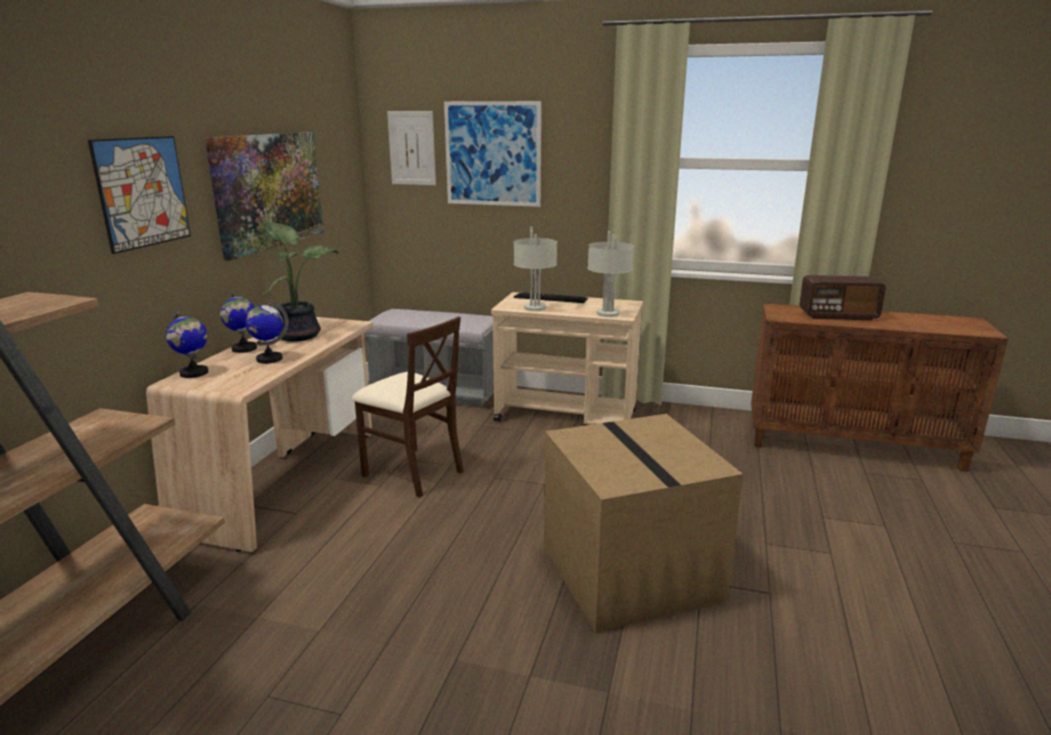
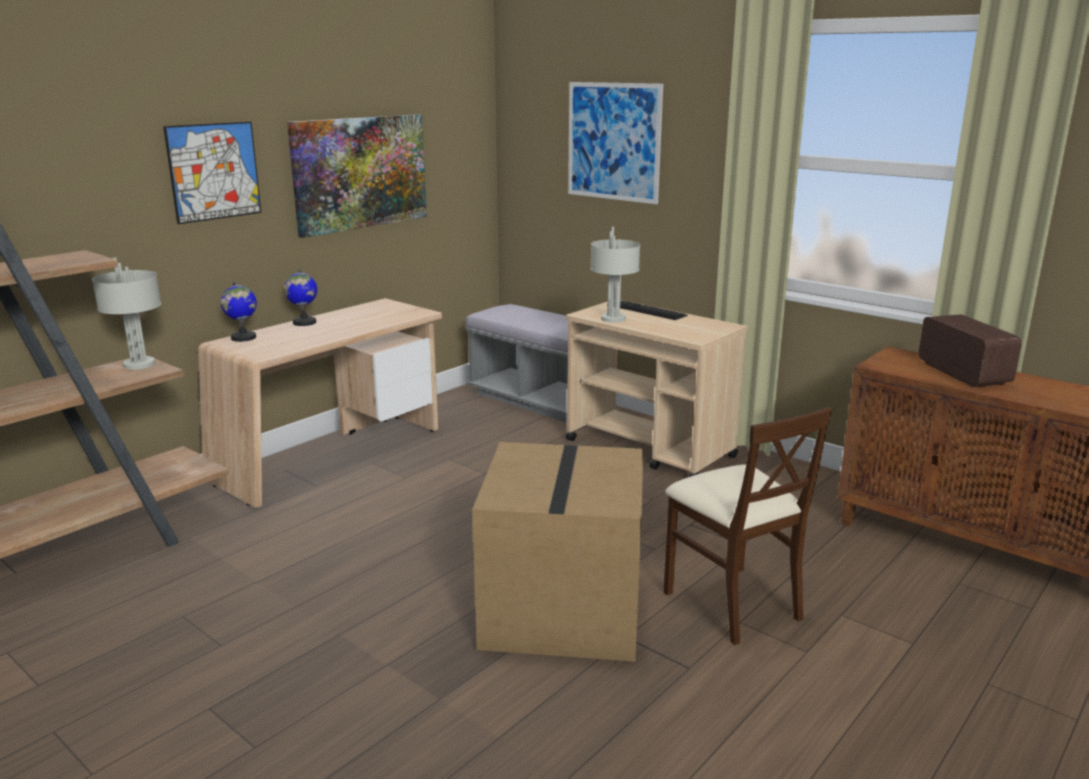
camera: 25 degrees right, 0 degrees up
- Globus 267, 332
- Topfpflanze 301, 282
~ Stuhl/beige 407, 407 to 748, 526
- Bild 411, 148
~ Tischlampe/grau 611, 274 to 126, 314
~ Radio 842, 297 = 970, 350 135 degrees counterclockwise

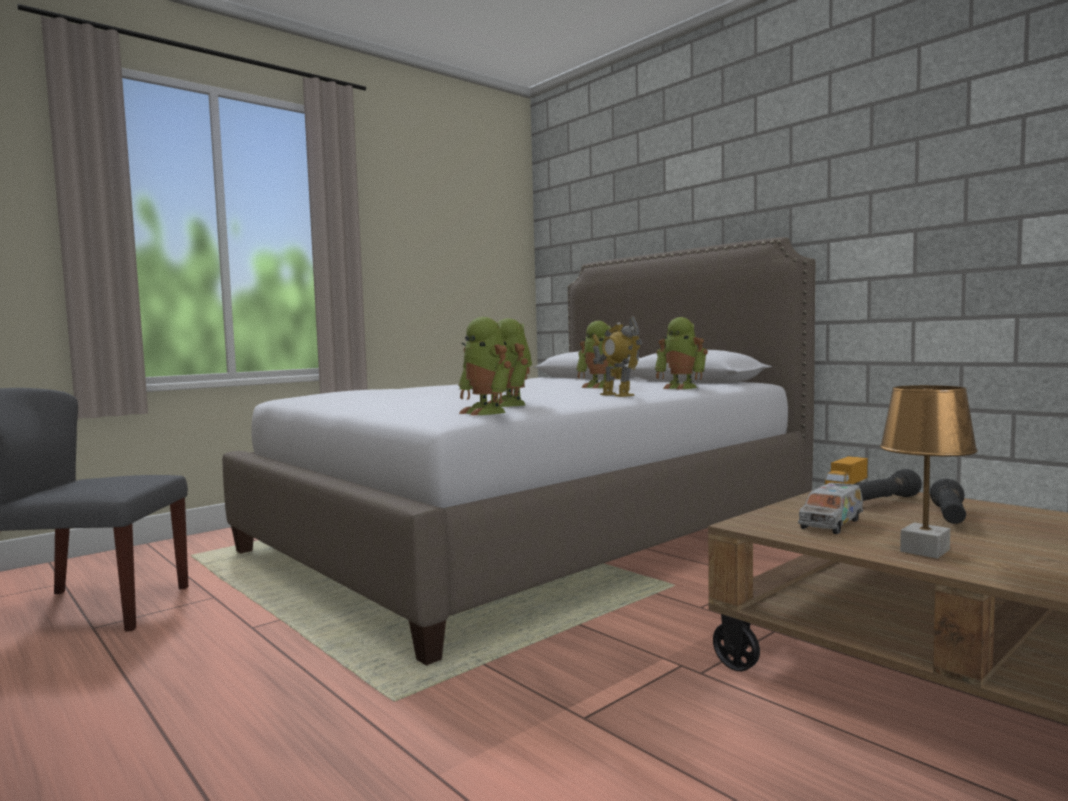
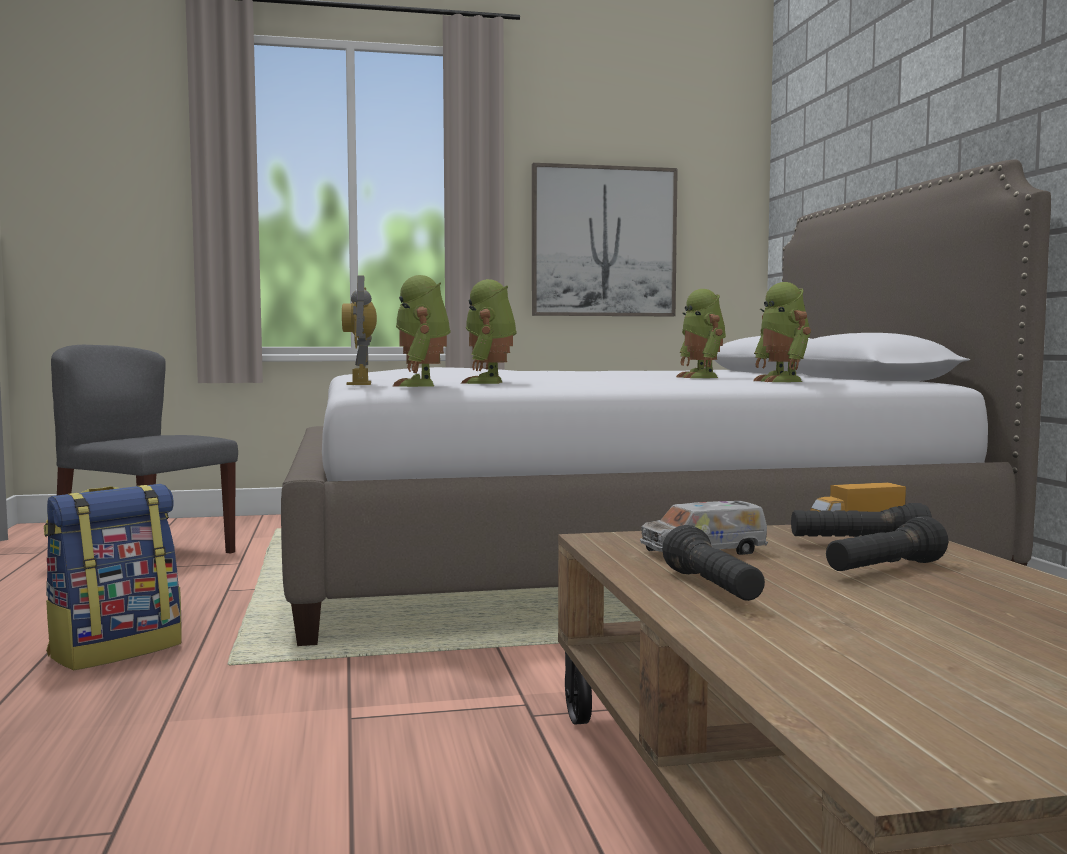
camera: 30 degrees right, 0 degrees up
~ Spielzeugroboter 617, 356 to 359, 330
~ Tischlampe/braun 929, 472 to Taschenlampe/schwarz 713, 563
+ Rucksack 112, 577
+ Bild 605, 239

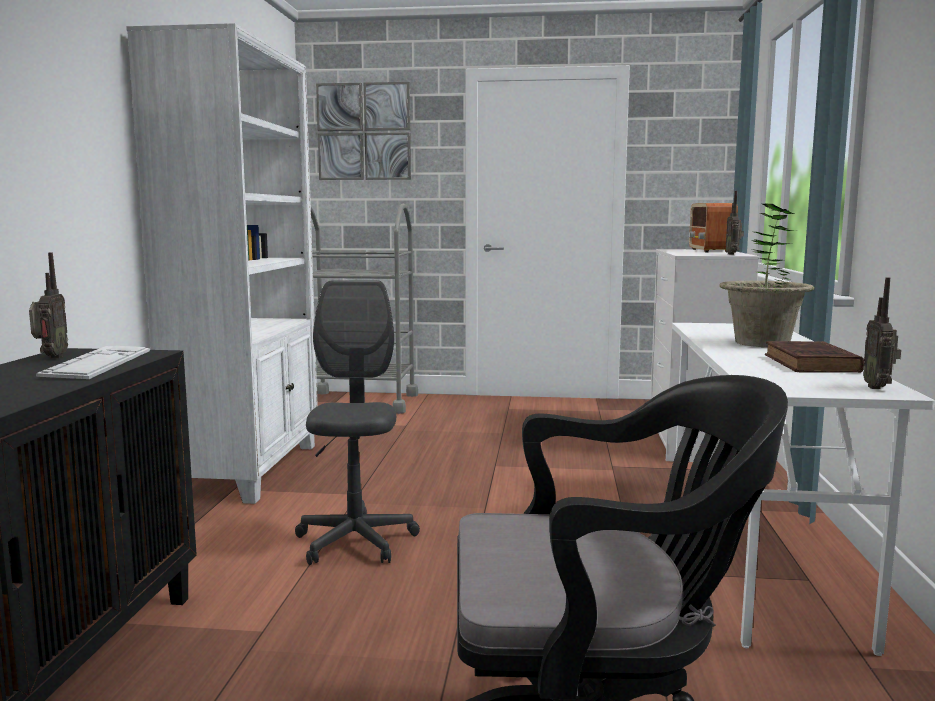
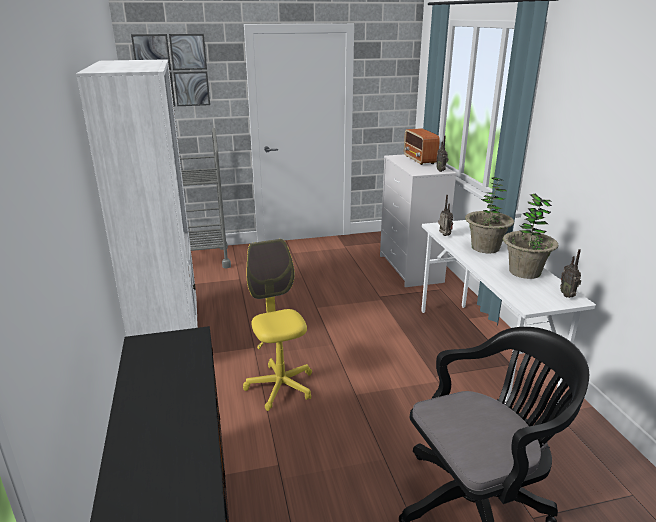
camera: 20 degrees left, 15 degrees up
~ Radio 48, 305 to 445, 215
- Tastatur 93, 362
~ Bürostuhl/grau 357, 422 to Bürostuhl/gelb 277, 325
~ Buch/braun 814, 357 to Topfpflanze 531, 236

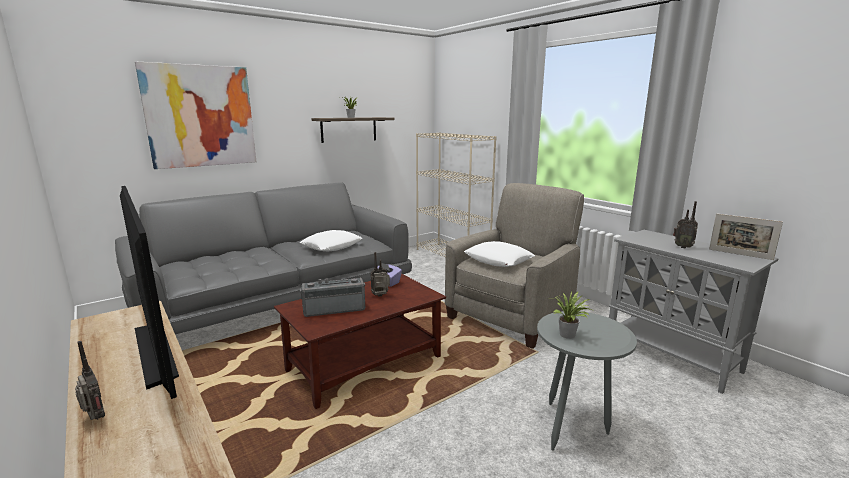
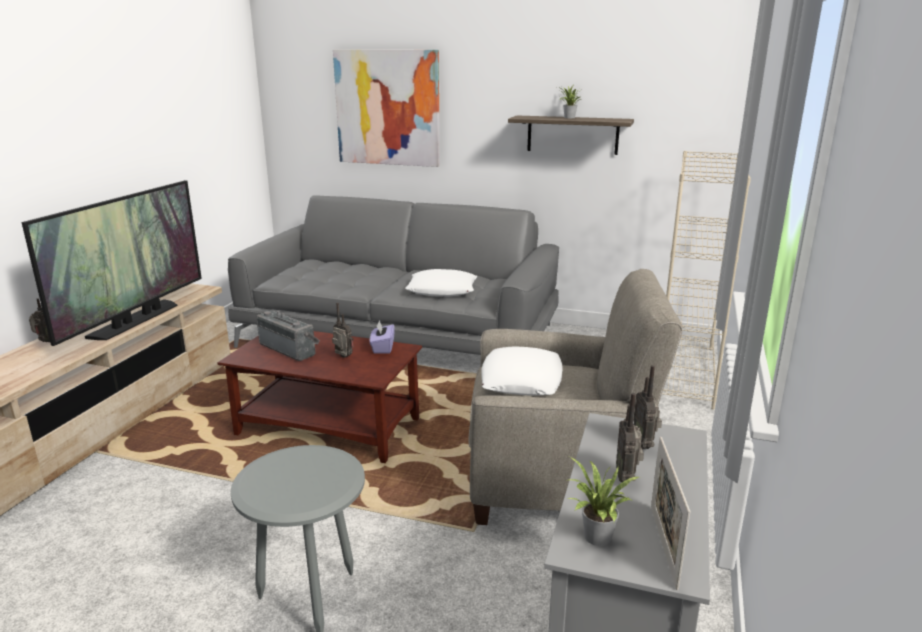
camera: 55 degrees right, 5 degrees up
~ Topfpflanze 573, 315 to 602, 501
+ Radio 647, 407

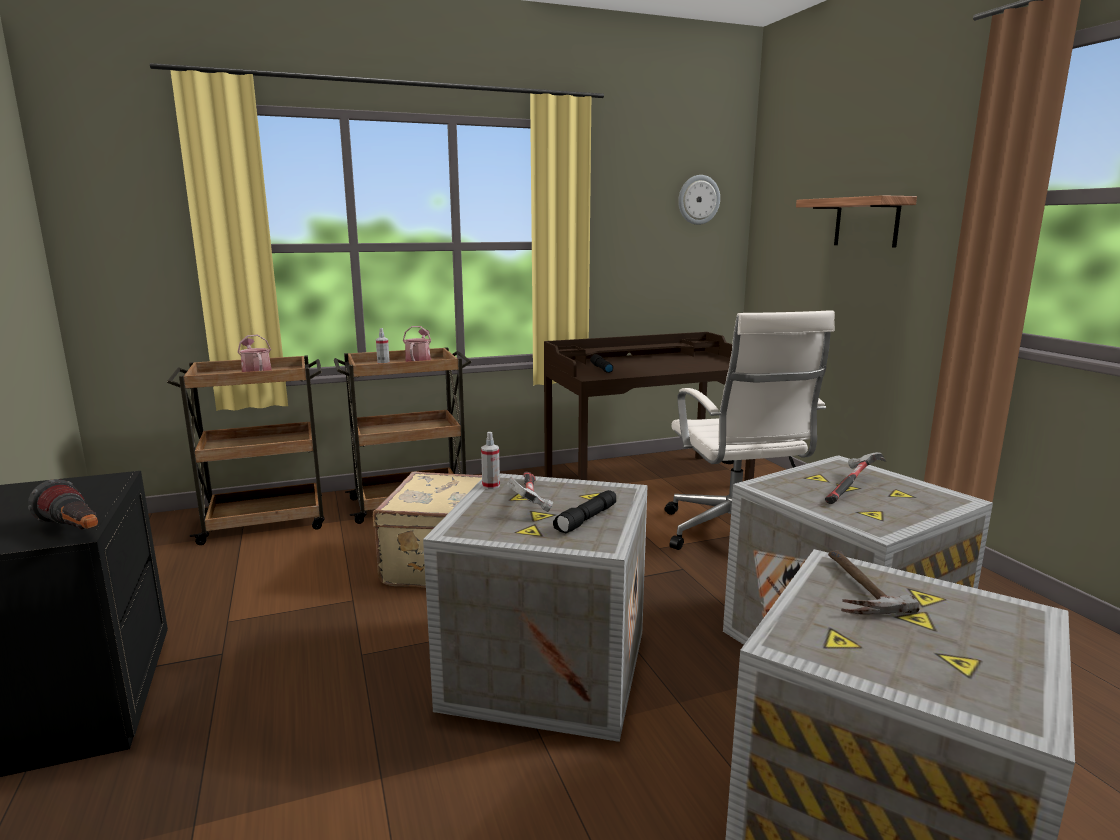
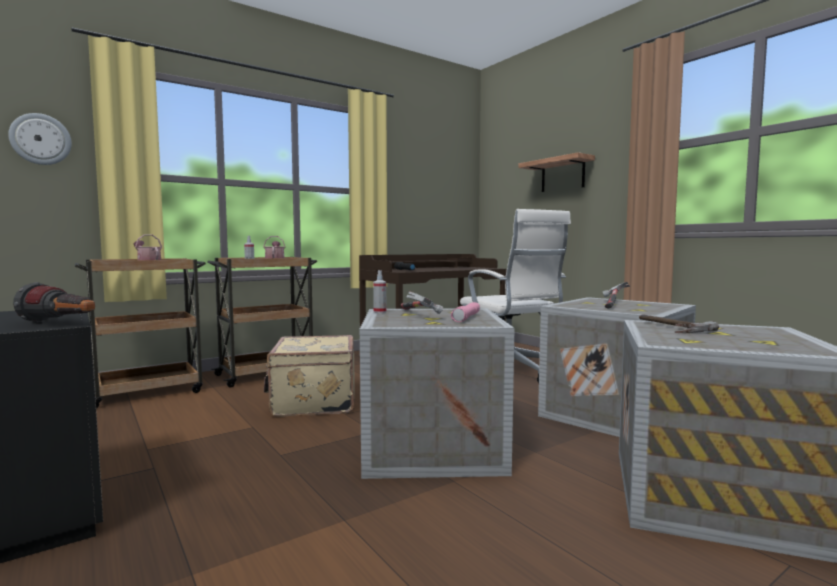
camera: 15 degrees left, 10 degrees down
~ Taschenlampe/schwarz 584, 511 to Taschenlampe/rosa 465, 312
~ Wanduhr 699, 200 to 40, 139

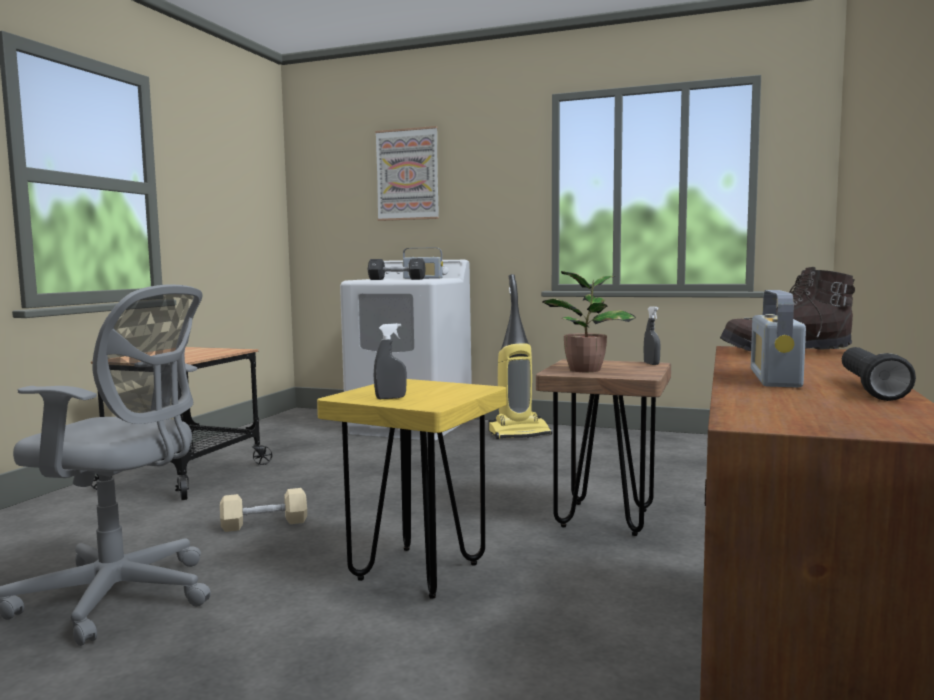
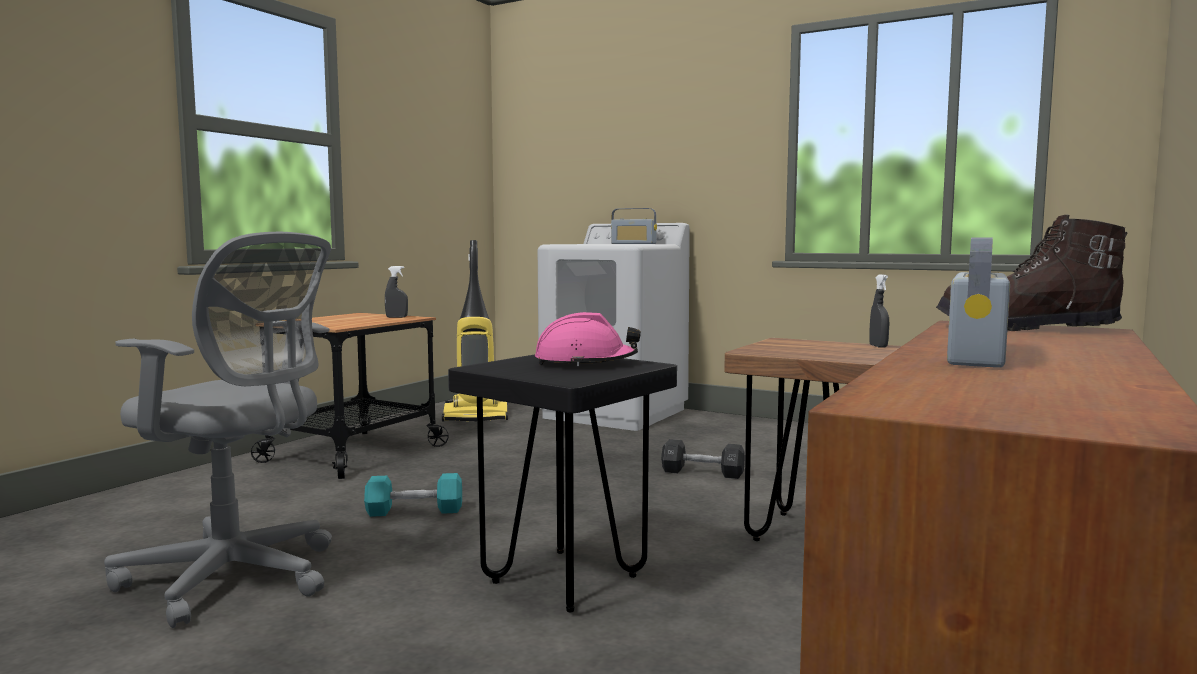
camera: 10 degrees right, 0 degrees up
~ Hantel/beige 263, 510 to Hantel/türkis 413, 495
~ Hocker/gelb 411, 489 to Hocker/schwarz 562, 483
~ Hantel/schwarz 397, 269 to 703, 459
~ Sprühflasche/grau 390, 361 to 396, 292
- Bild 407, 173
~ Staubsauger 520, 356 to 475, 331
- Topfpflanze 589, 321
- Taschenlampe/schwarz 879, 374
+ Schutzhelm/rosa 588, 339

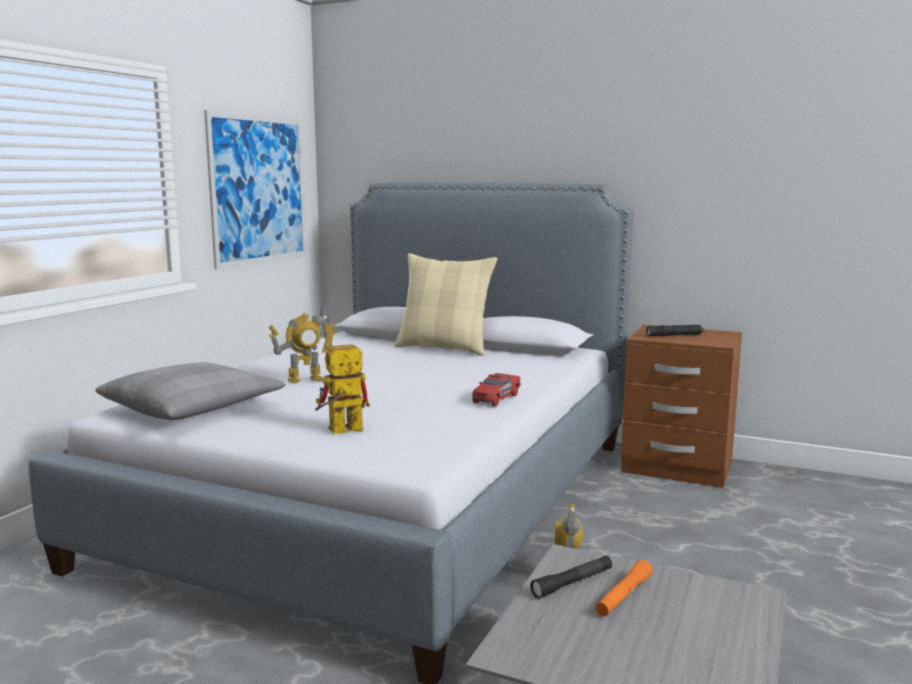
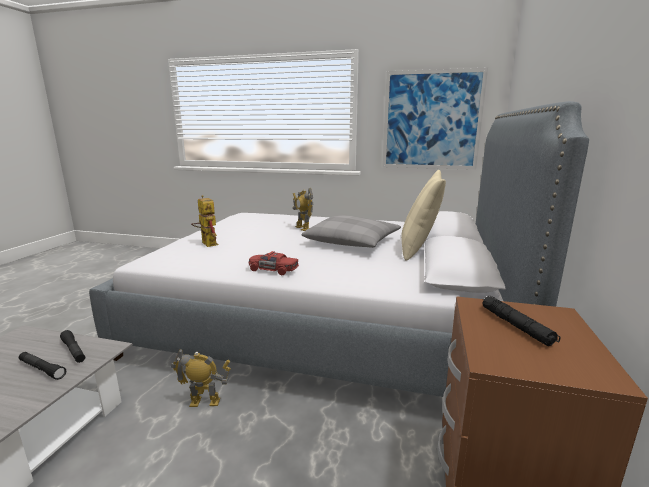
camera: 80 degrees right, 5 degrees up
~ Kissen/grau 190, 391 to 351, 231
~ Taschenlampe/orange 624, 588 to Taschenlampe/schwarz 42, 366

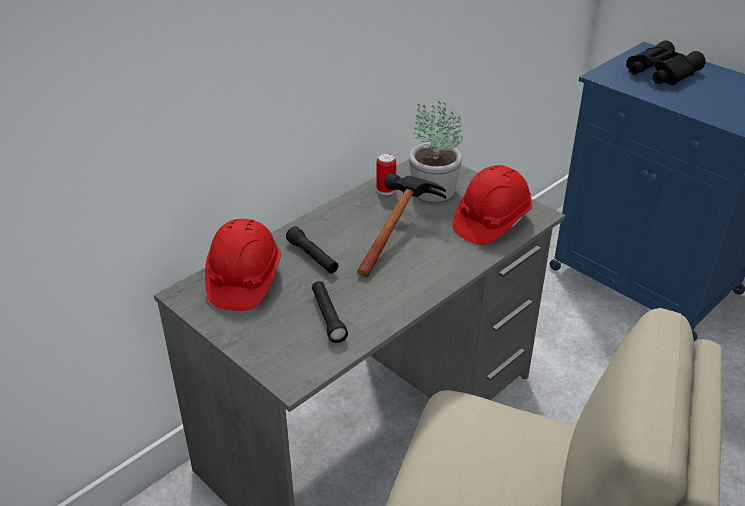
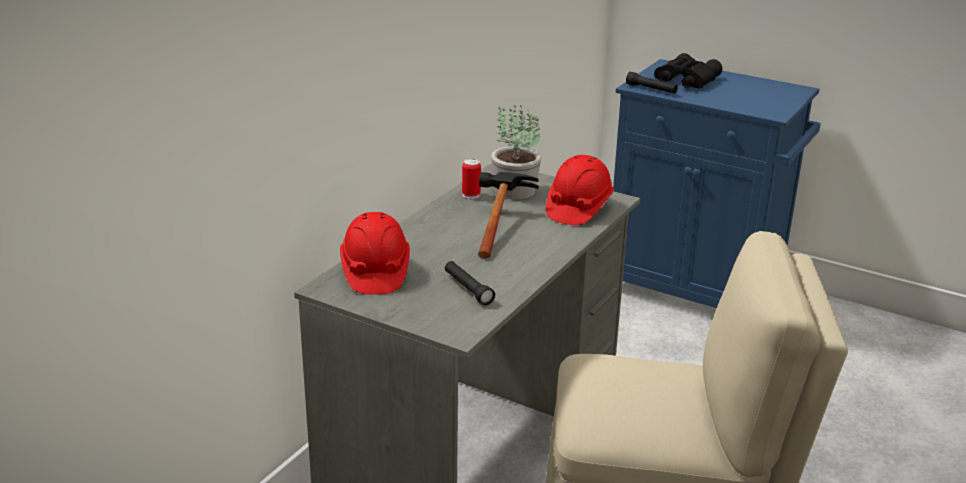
camera: 15 degrees left, 10 degrees down
~ Taschenlampe/schwarz 312, 249 to 652, 83

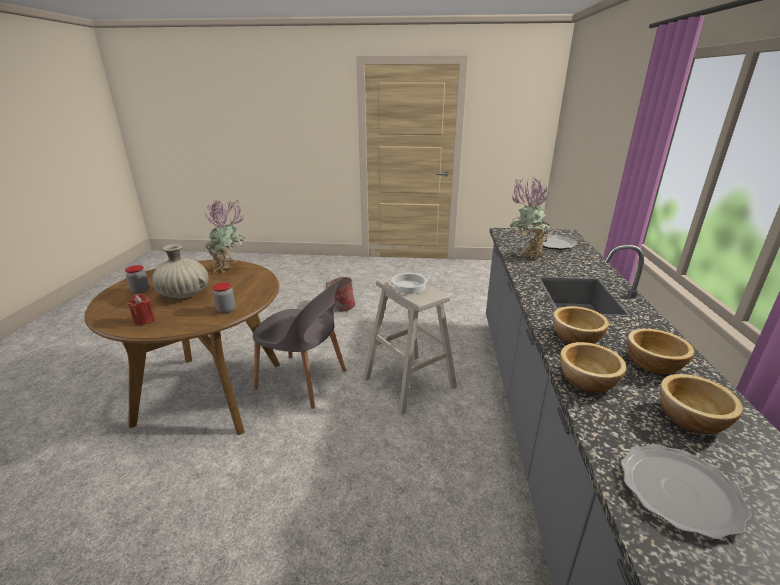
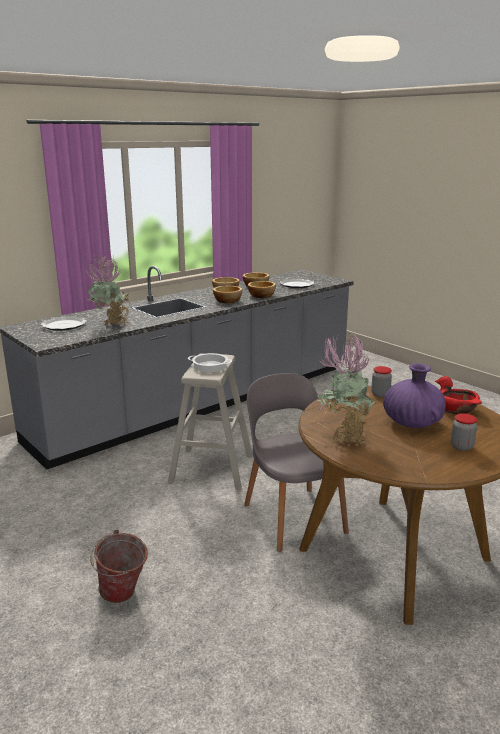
camera: 135 degrees left, 5 degrees down
~ Kerze/rot 141, 309 to Schüssel/rot 458, 395
~ Vase/beige 180, 271 to Vase/lila 414, 395

